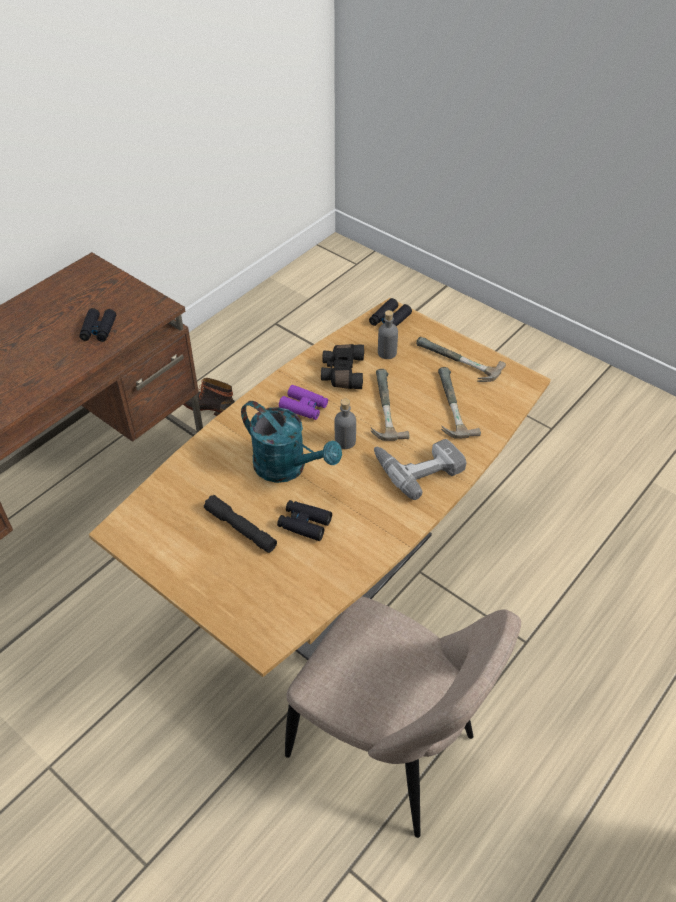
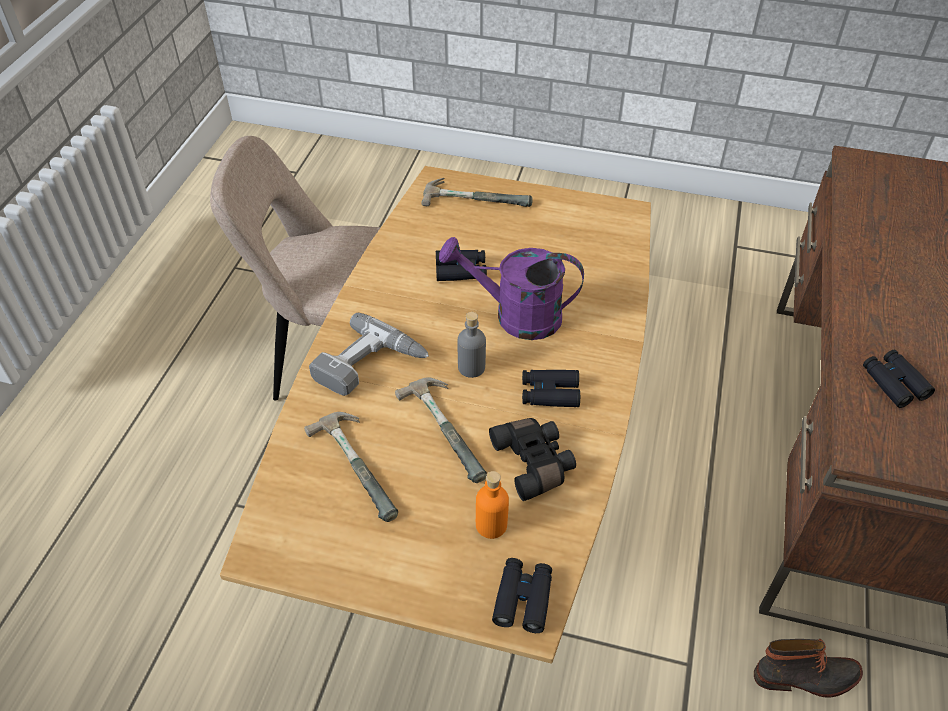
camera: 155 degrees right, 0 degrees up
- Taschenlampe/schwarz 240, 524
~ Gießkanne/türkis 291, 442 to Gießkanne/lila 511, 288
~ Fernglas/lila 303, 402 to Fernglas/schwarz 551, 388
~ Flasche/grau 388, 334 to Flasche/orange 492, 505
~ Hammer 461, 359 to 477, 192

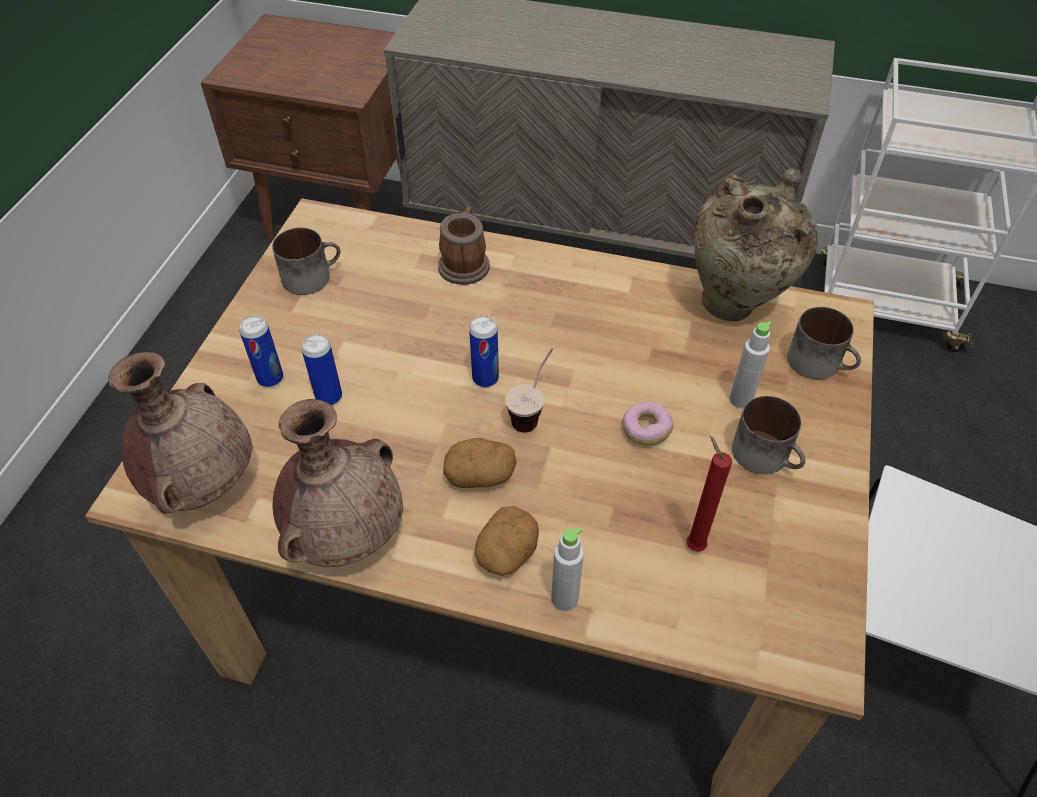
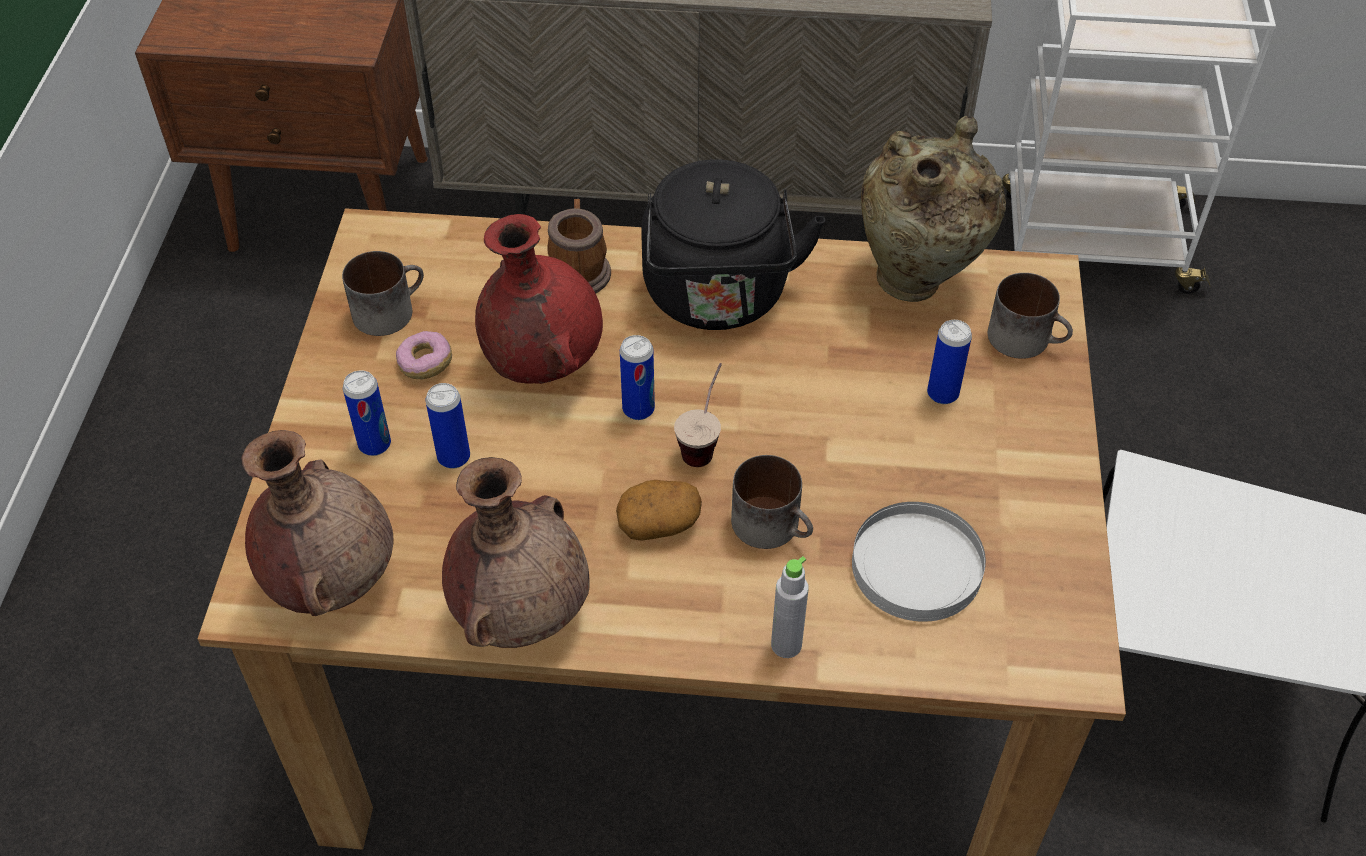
camera: 10 degrees left, 0 degrees up
- Kartoffel 506, 541
~ Donut 647, 424 to 424, 355
~ Kerze/rot 709, 494 to Teller/weiß 919, 562
~ Flasche/grau 751, 364 to Dose 949, 362
~ Henkelbecher 769, 435 to 772, 502
+ Vase/rot 539, 299
+ Wasserkessel/schwarz 733, 244

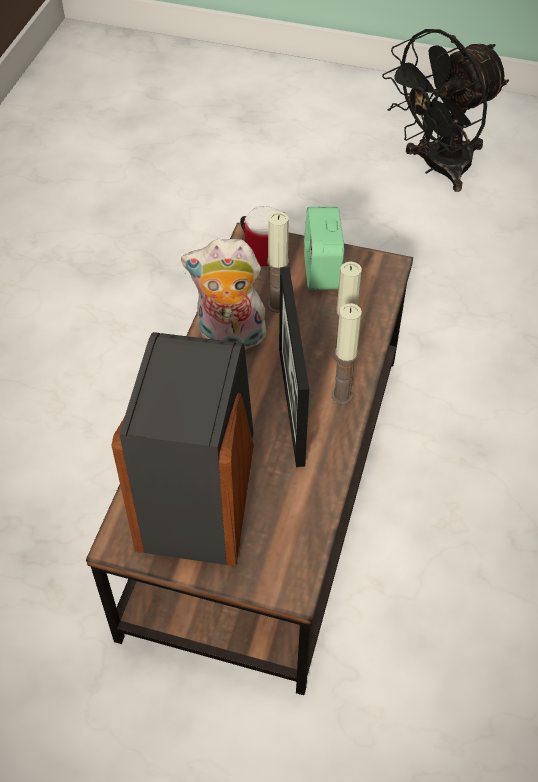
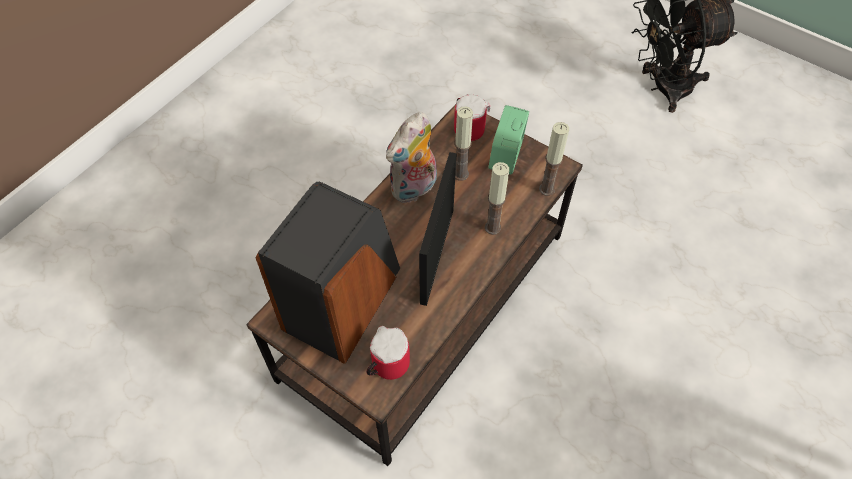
camera: 20 degrees right, 5 degrees up
~ Plüschtier 226, 294 = 411, 157 75 degrees counterclockwise
~ Kerze 347, 353 to 554, 159
+ Henkelbecher 388, 353

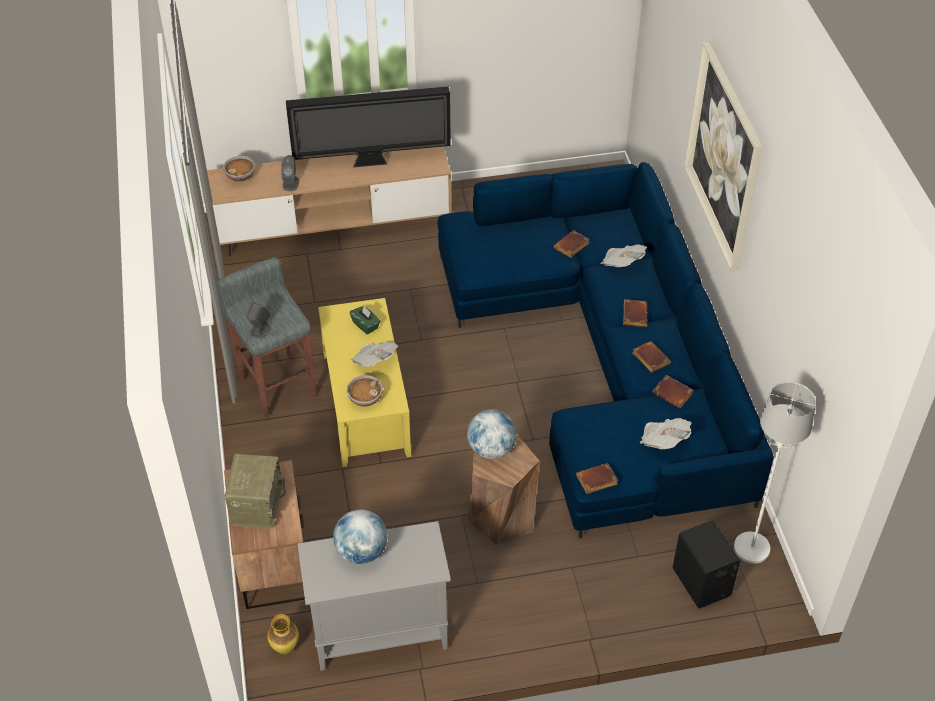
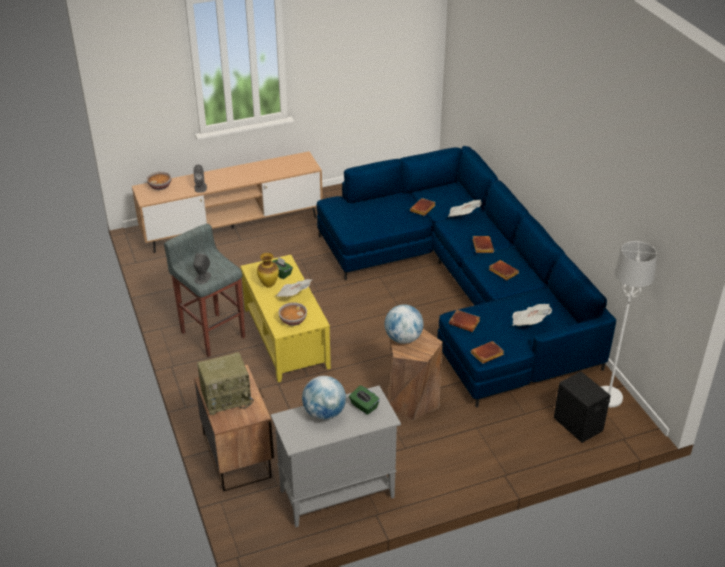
camera: 10 degrees left, 10 degrees down
~ Radio 255, 491 = 225, 383 75 degrees clockwise
~ Vase 283, 634 to 268, 270
- Fernseher 368, 126
~ Buch/braun 673, 391 to 464, 321
- Bild 723, 157
+ Taschentuchbox/grün 364, 400

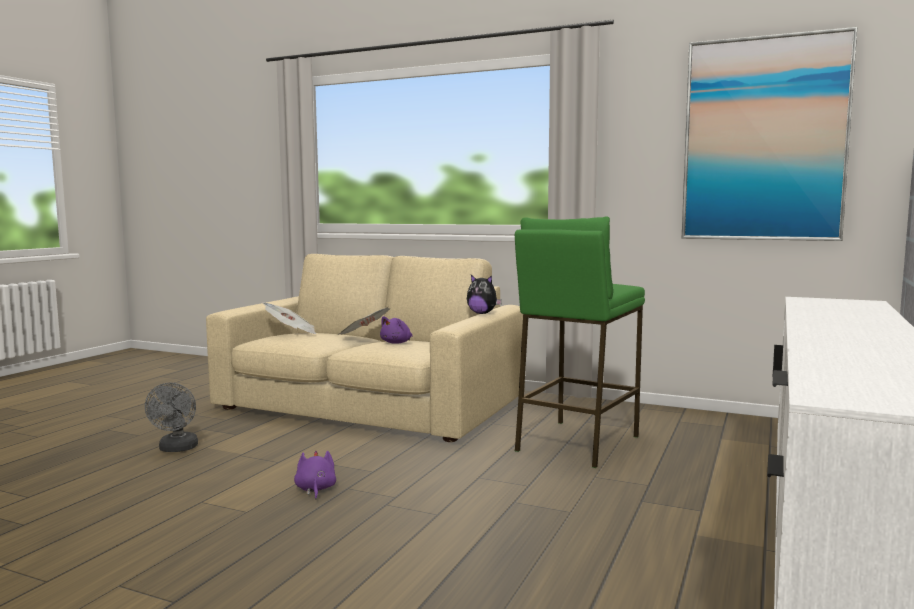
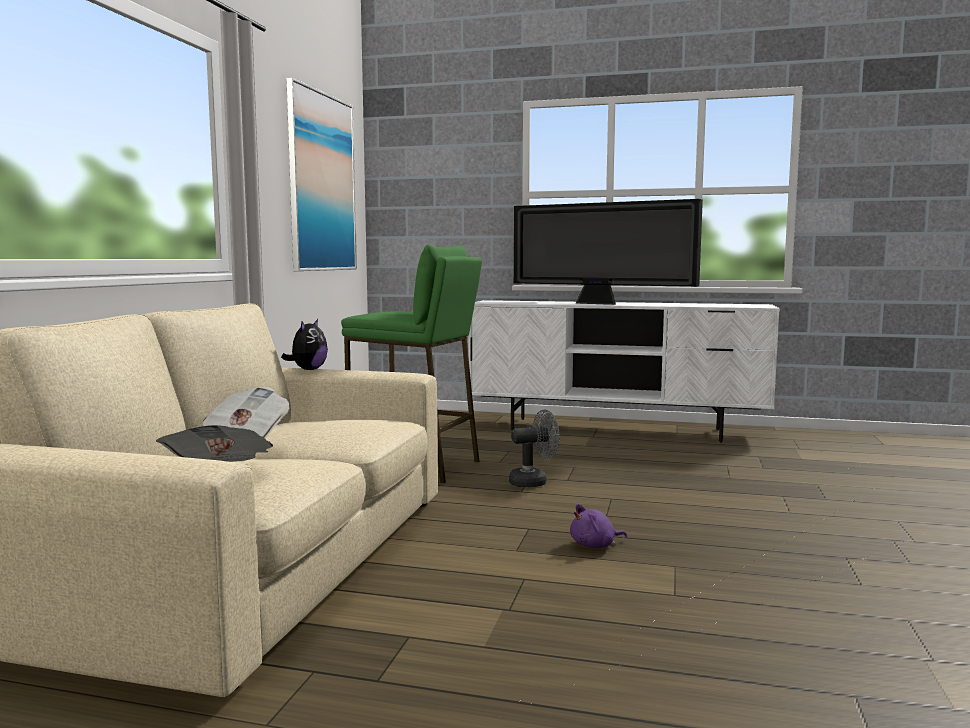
camera: 100 degrees left, 0 degrees up
~ Ventilator/grau 171, 417 to 534, 448
- Plüschtier/lila 396, 330
+ Fernseher 608, 252

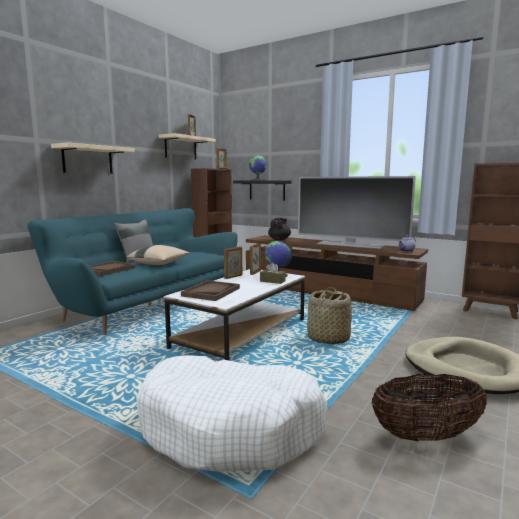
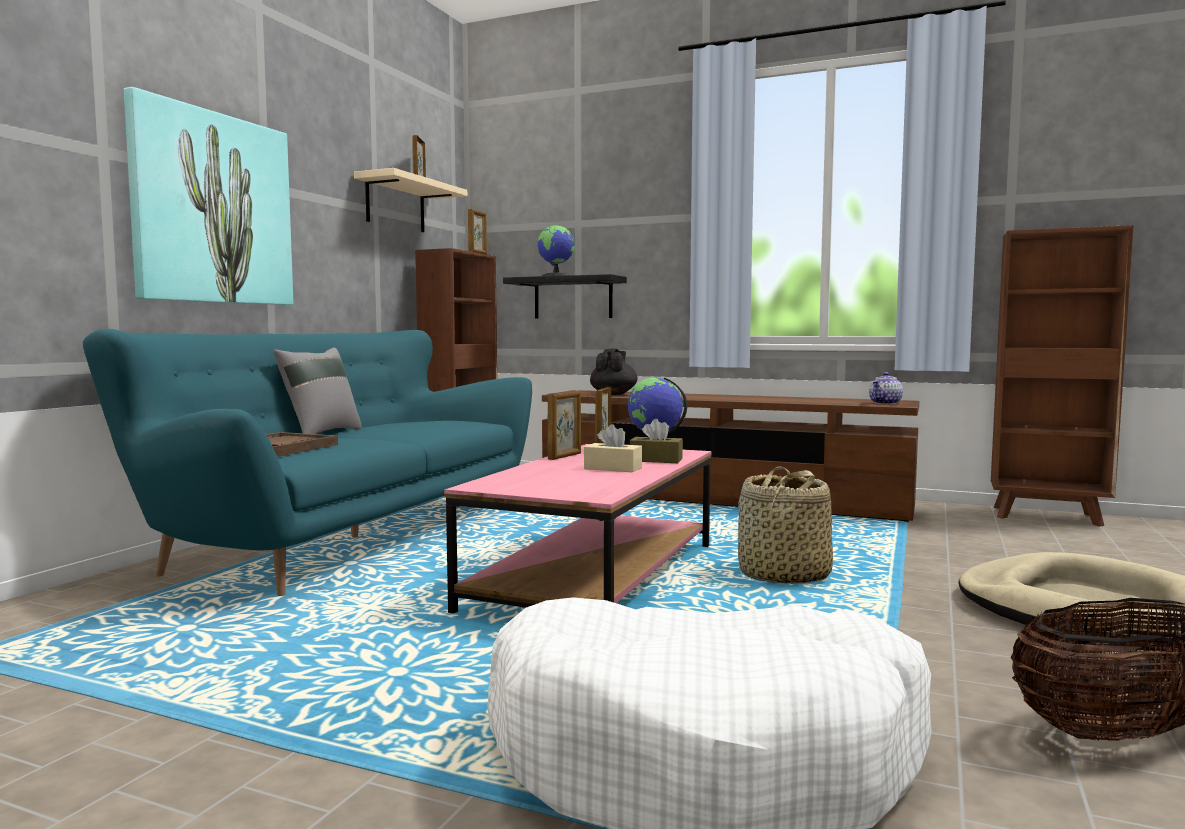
camera: 10 degrees left, 5 degrees down
~ Wandregal/beige 93, 158 to Bild 208, 196
- Kissen/beige 158, 255
~ Couchtisch/weiß 234, 314 to Couchtisch/rosa 577, 529
- Tablett/braun 210, 290
- Fernseher 357, 212
+ Taschentuchbox/beige 613, 448

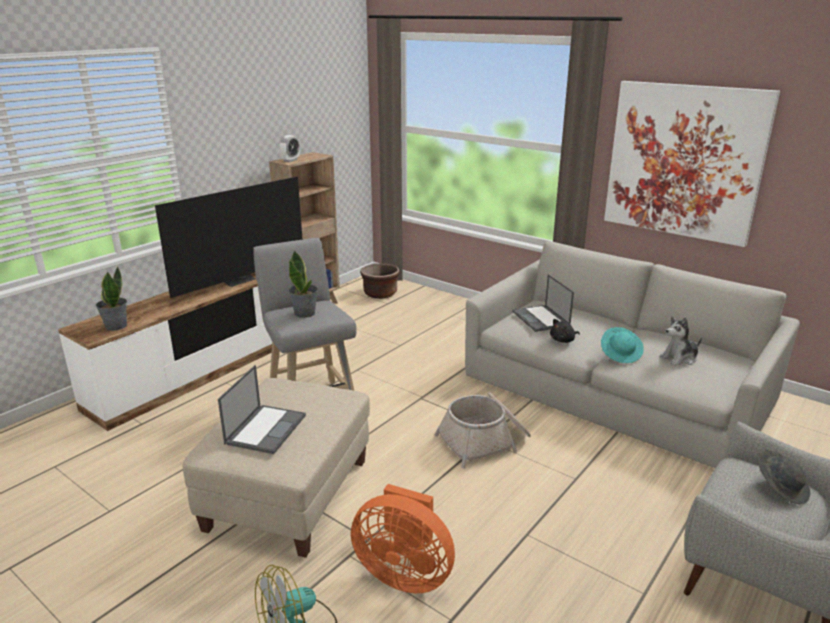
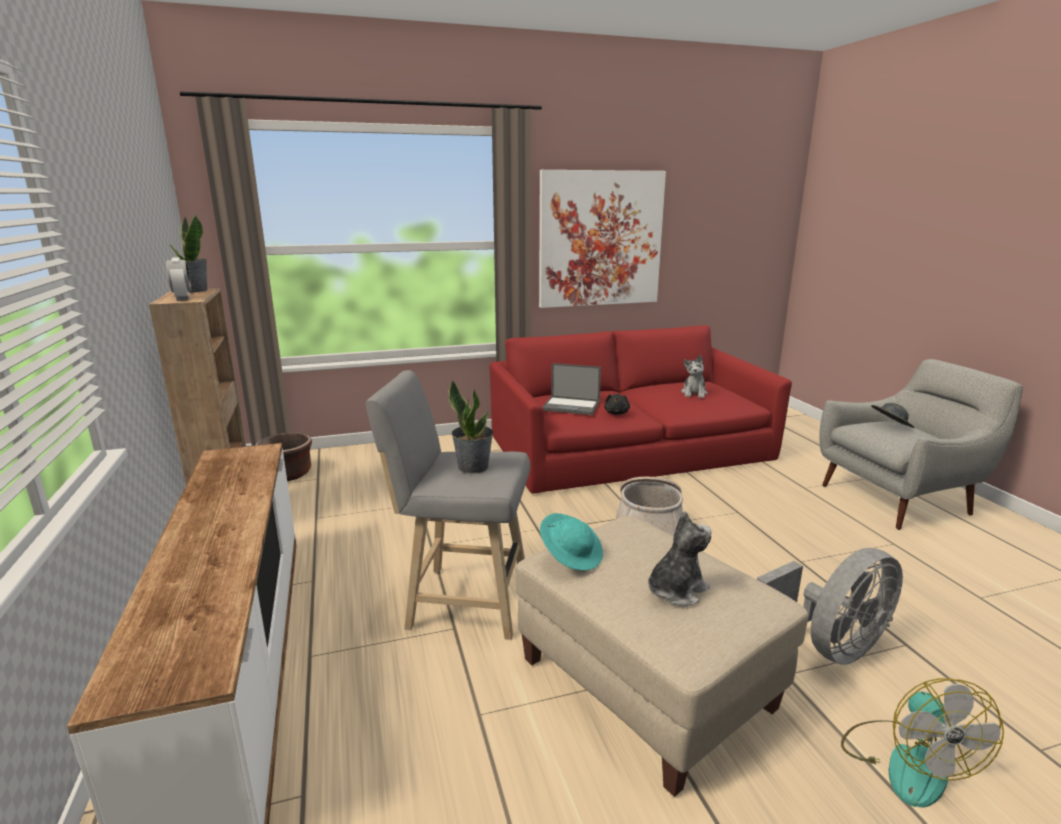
camera: 55 degrees left, 5 degrees down
~ Topfpflanze 111, 299 to 188, 253
- Fernseher 229, 237
~ Laptop 262, 409 to Plüschtier 679, 558
~ Ventilator/orange 403, 538 to Ventilator/grau 830, 606
~ Sofa/grau 632, 354 to Sofa/rot 641, 409
~ Hut/türkis 622, 345 to 571, 542

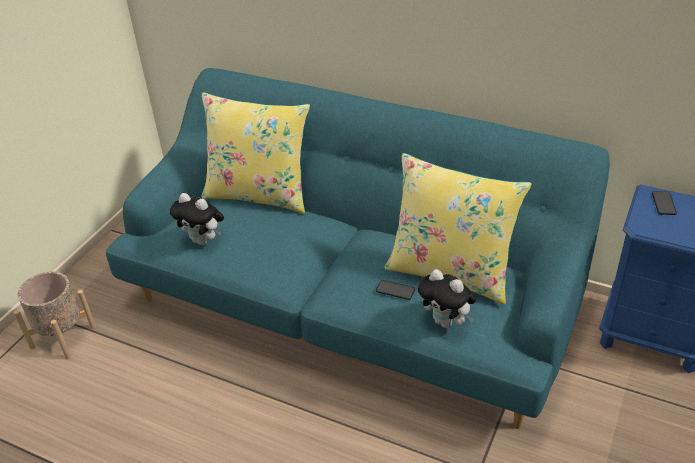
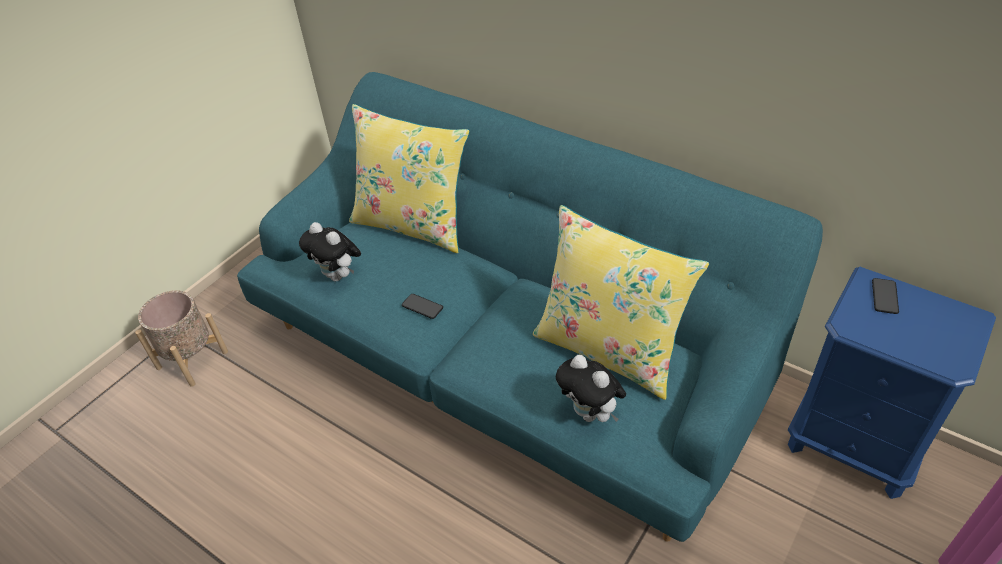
camera: 10 degrees right, 5 degrees up
~ Handy 395, 290 to 422, 306

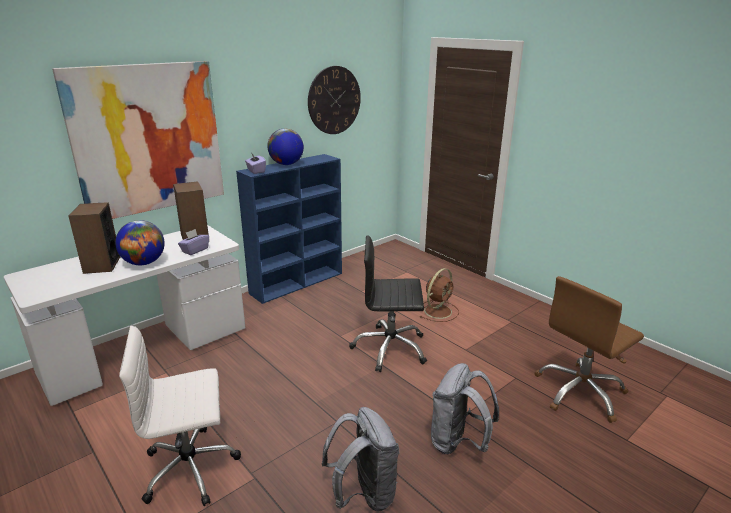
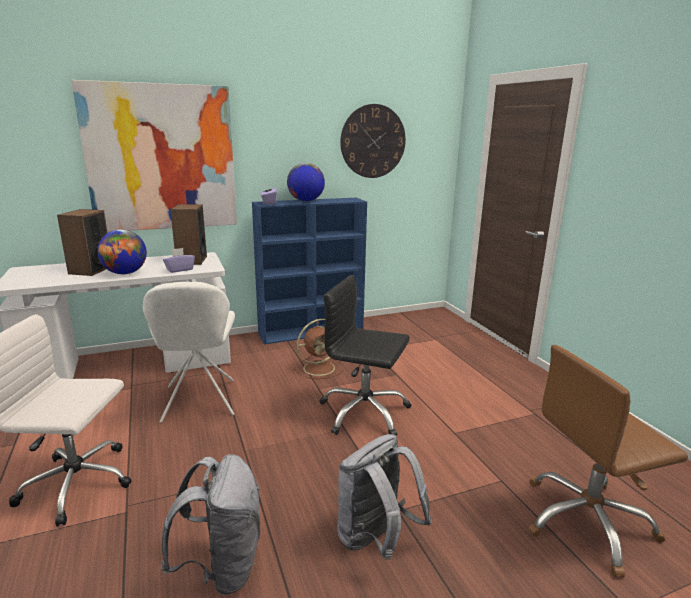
camera: 20 degrees right, 5 degrees down
~ Ventilator/braun 439, 295 to 318, 349
+ Stuhl/weiß 189, 352

